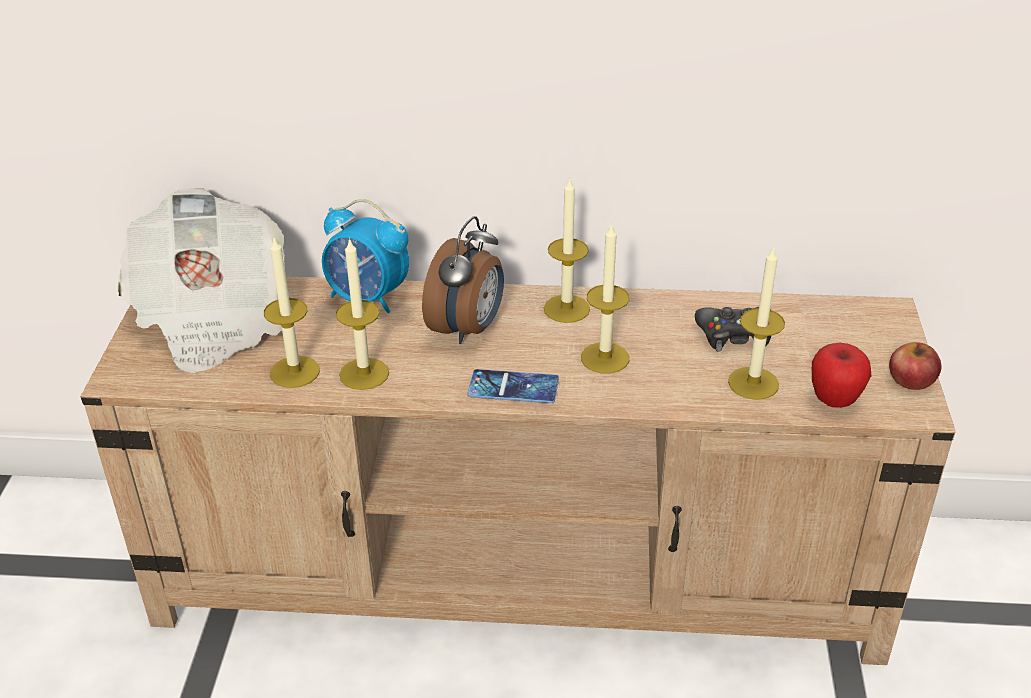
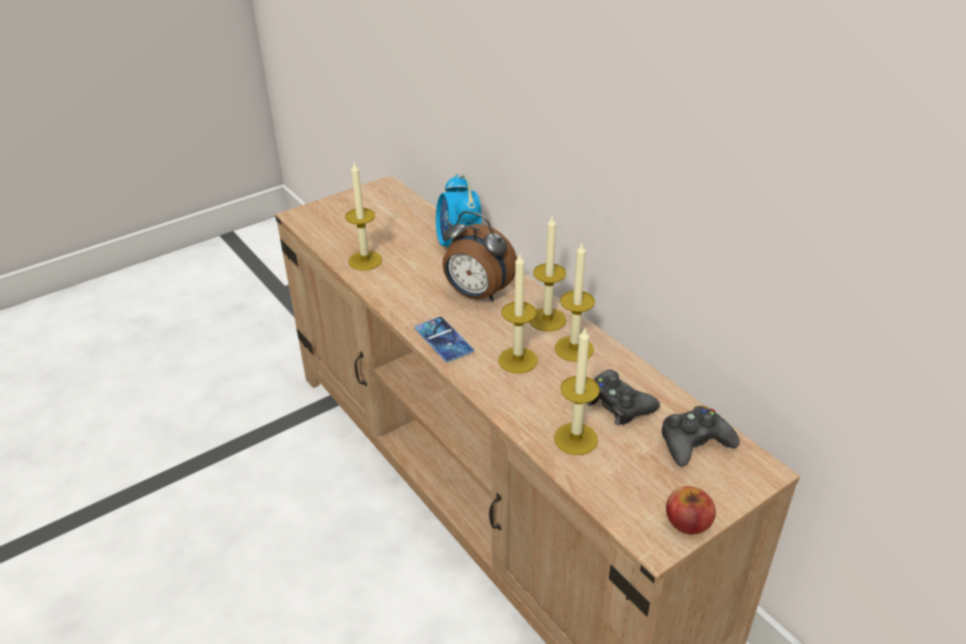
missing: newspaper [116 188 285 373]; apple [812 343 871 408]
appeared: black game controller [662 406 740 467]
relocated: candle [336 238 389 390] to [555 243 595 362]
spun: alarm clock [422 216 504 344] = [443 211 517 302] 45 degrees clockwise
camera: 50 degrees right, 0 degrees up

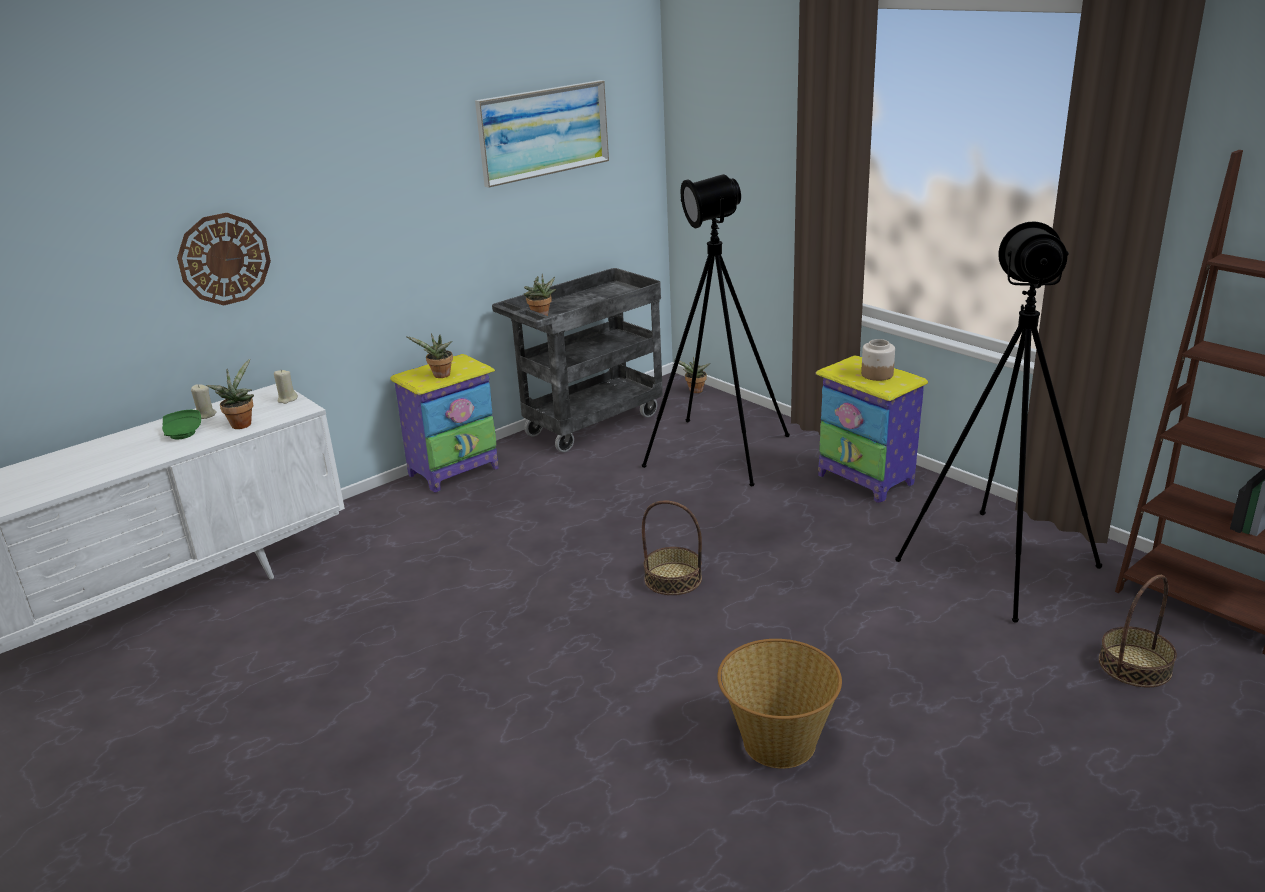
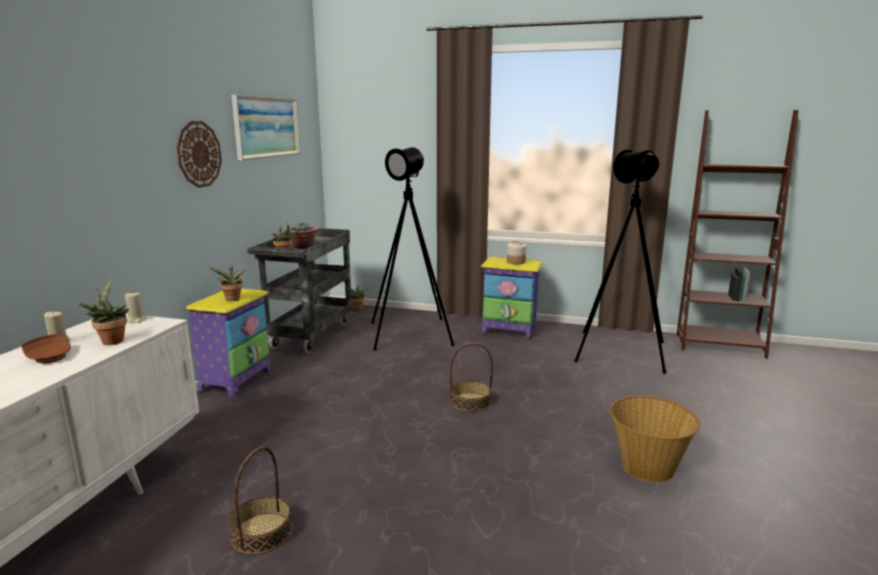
appeared: potted plant [290 222 318 249]
relocated: wall clock [177 213 271 305] to [177 121 222 188]; basket [1099 575 1177 687] to [228 446 292 555]
colour: green plate [162 410 201 439] to brown plate [21 334 71 363]
camera: 35 degrees left, 10 degrees down

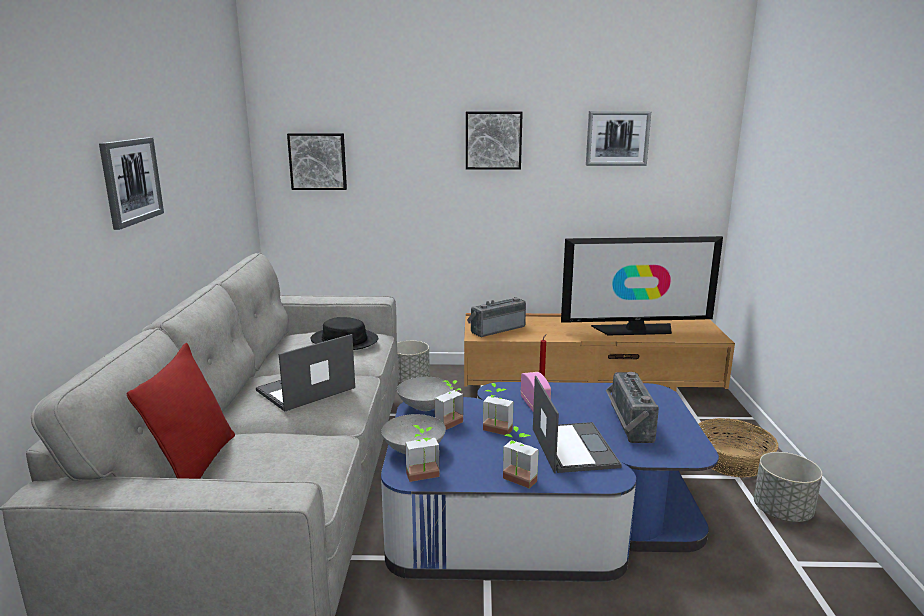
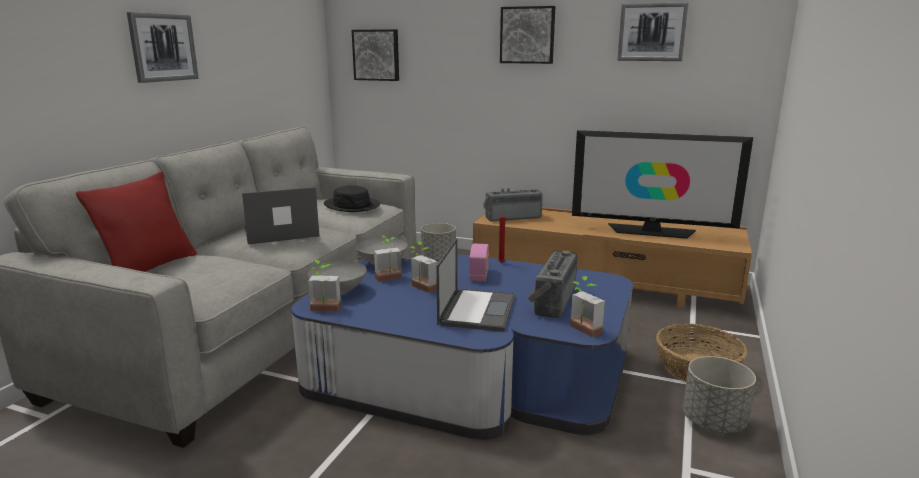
relocated: potted plant [503 426 539 489] to [570 276 605 337]
camera: 20 degrees right, 0 degrees up

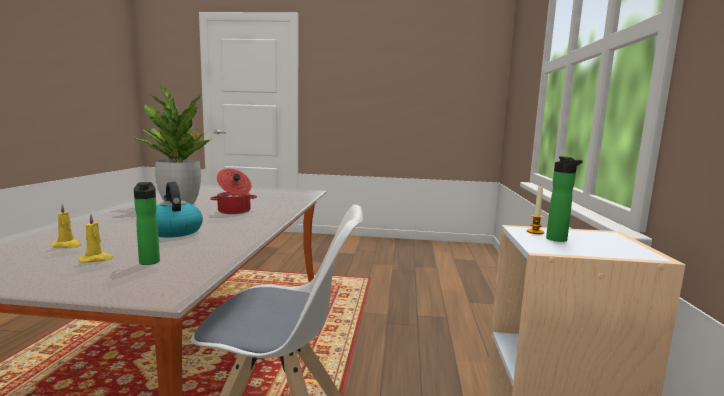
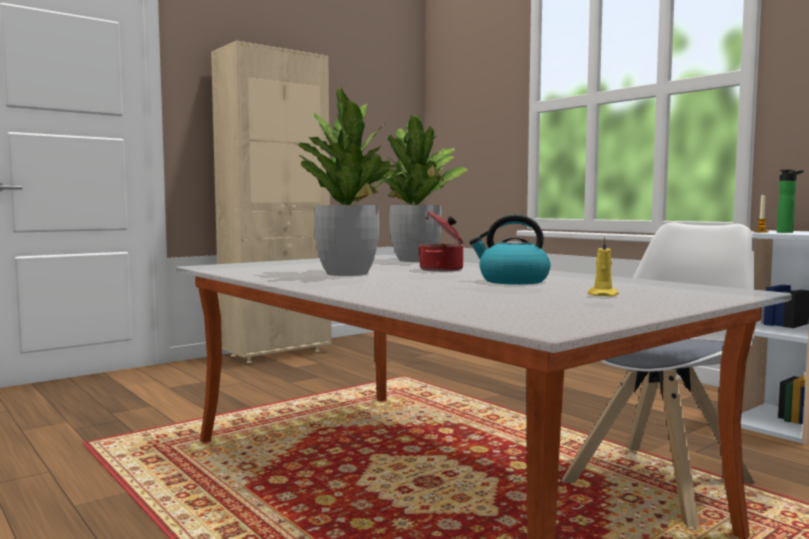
missing: yellow candle [51 204 82 248]; bottle [134 182 160 265]
appeared: beige cabinet [211 40 332 363]; potted plant [381 114 469 262]
camera: 45 degrees left, 5 degrees down

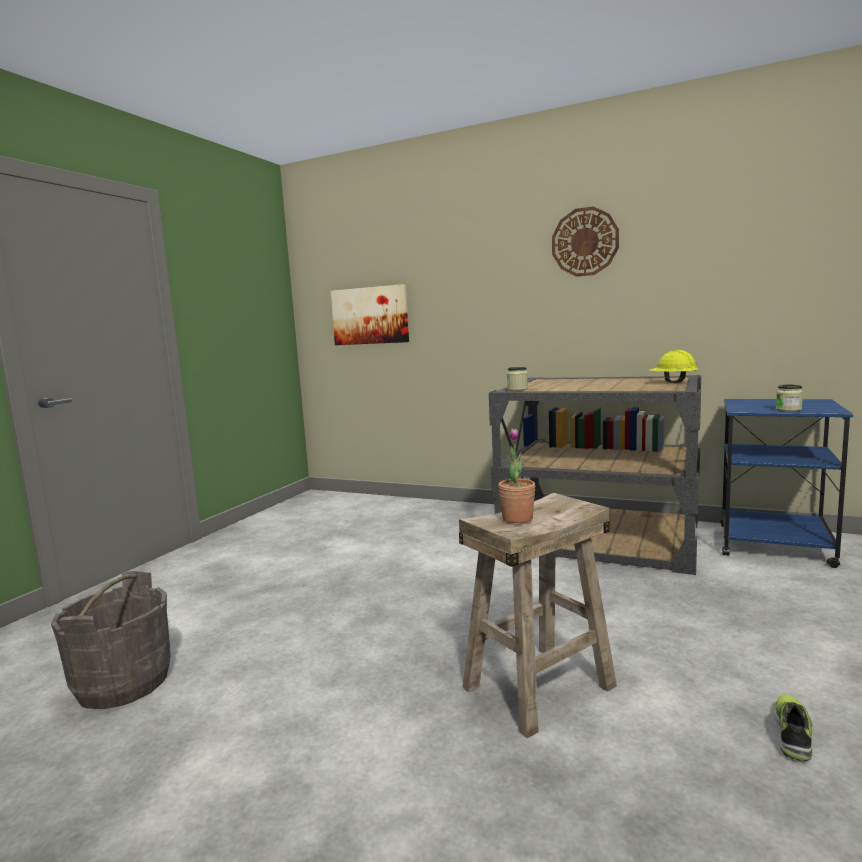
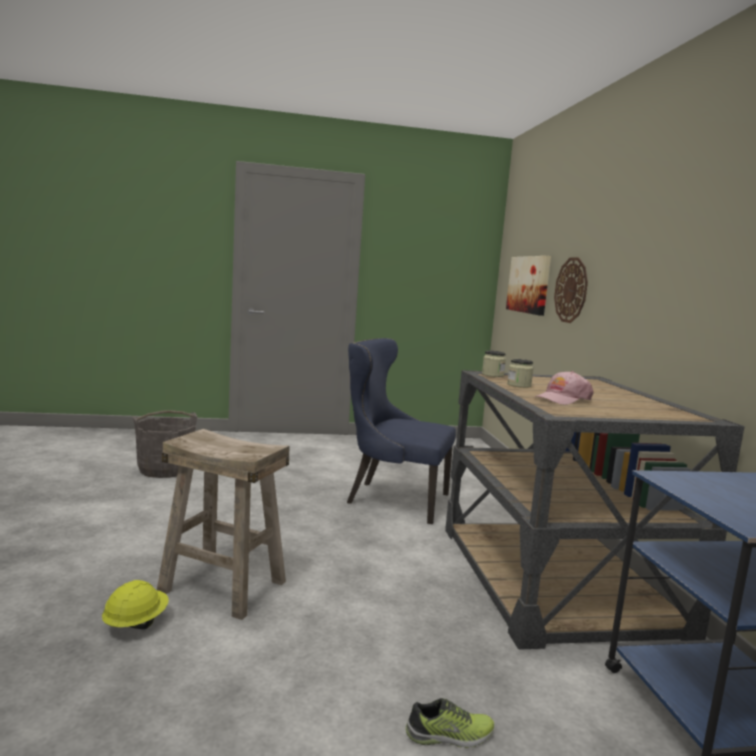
missing: potted plant [498 428 535 523]
appeared: blue chair [347 338 456 524]; pink cap [535 371 594 405]
relocated: wall clock [552 206 619 277] to [554 257 588 323]; yellow hard hat [649 350 699 383] to [102 580 169 629]; shoe [773 694 813 761] to [406 698 494 748]; jar [776 385 803 411] to [507 359 534 388]
camera: 55 degrees right, 0 degrees up

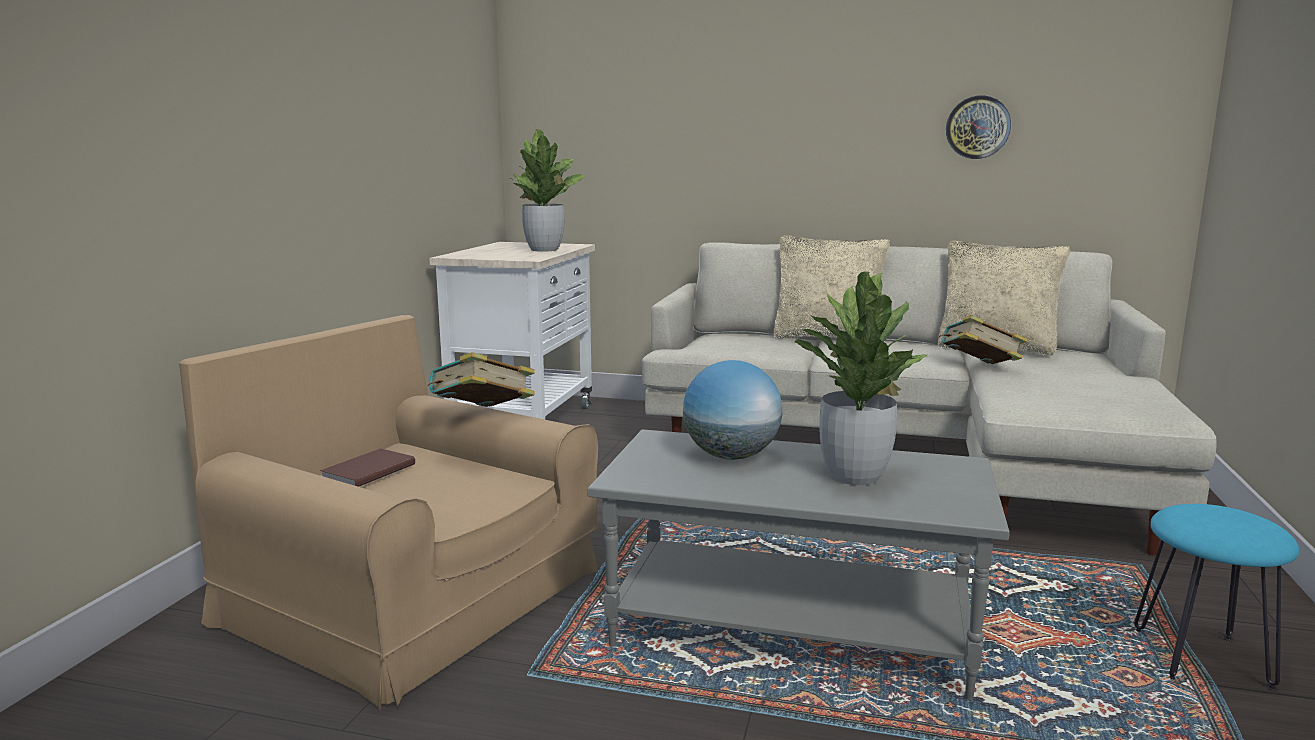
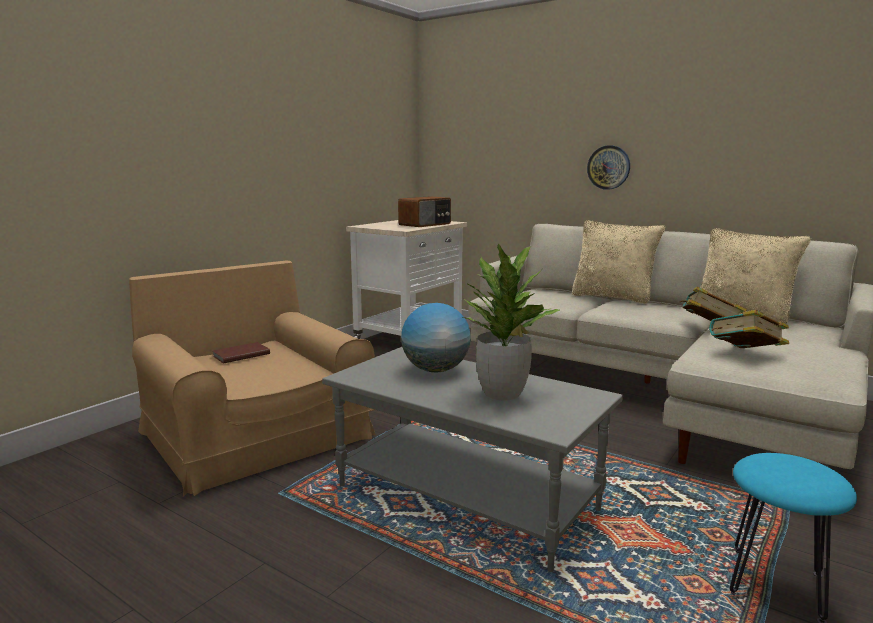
relocated: book [427 352 535 407] to [709 310 789 348]; wall clock [946 95 1011 159] to [587 145 630 190]
exchanged: potted plant [510 129 585 252] to radio [398 196 451 227]
camera: 20 degrees right, 0 degrees up

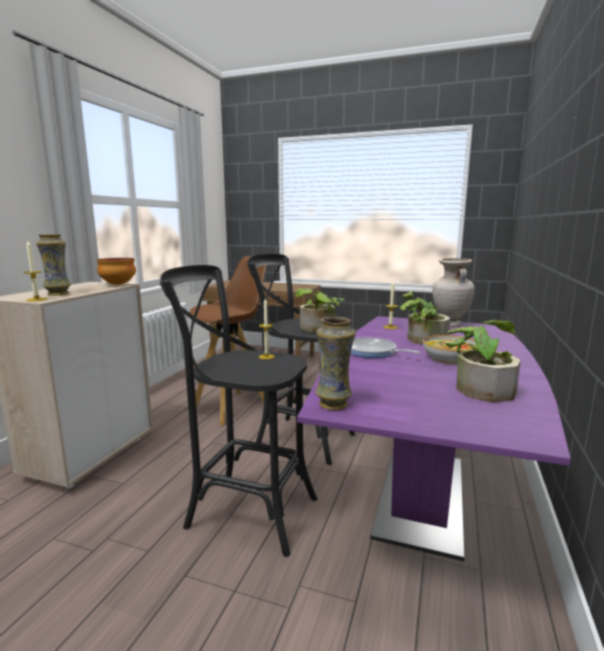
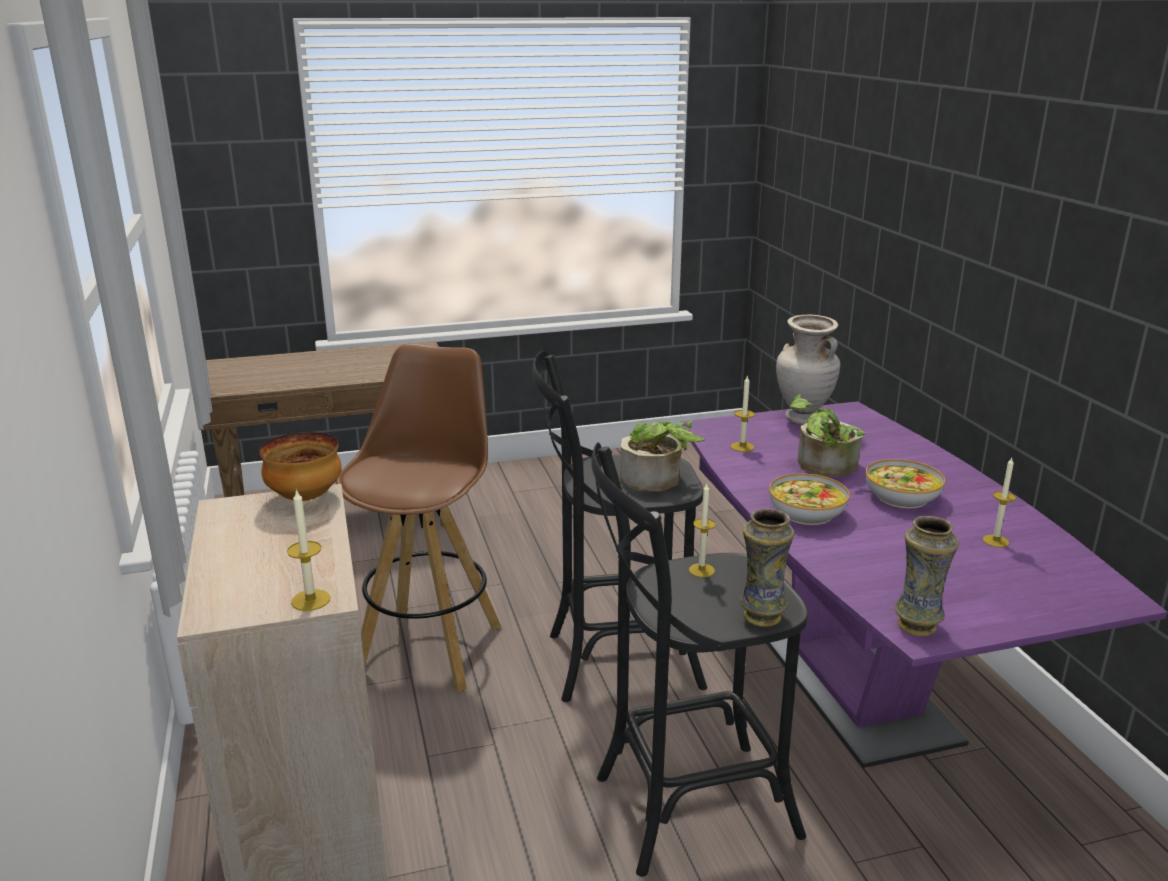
relocated: vase [36 234 71 296] to [740 508 794 627]
exchanged: frying pan [351 338 420 358] to bowl [769 473 850 525]; potted plant [445 320 521 402] to candle [983 458 1016 547]
camera: 35 degrees left, 10 degrees up

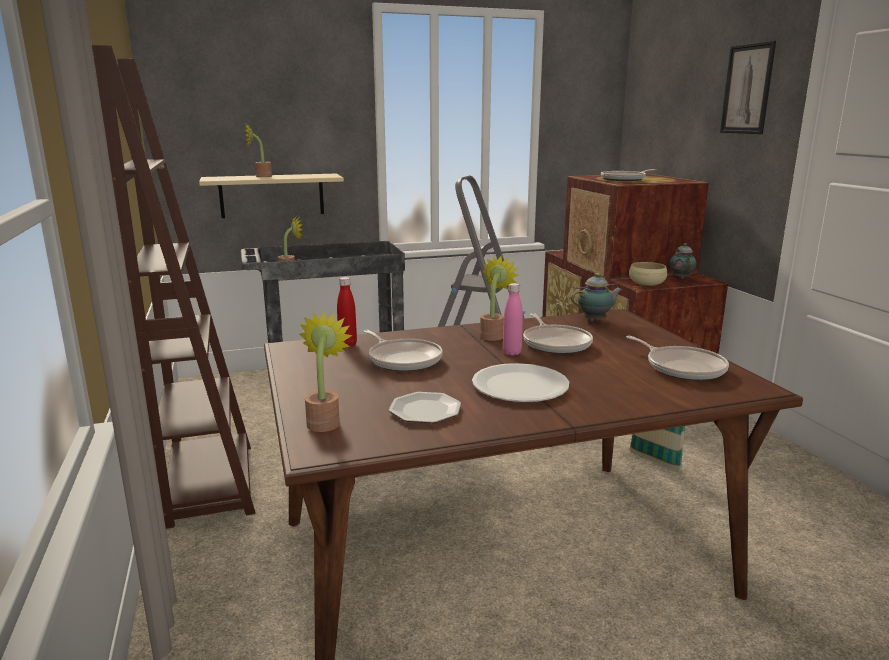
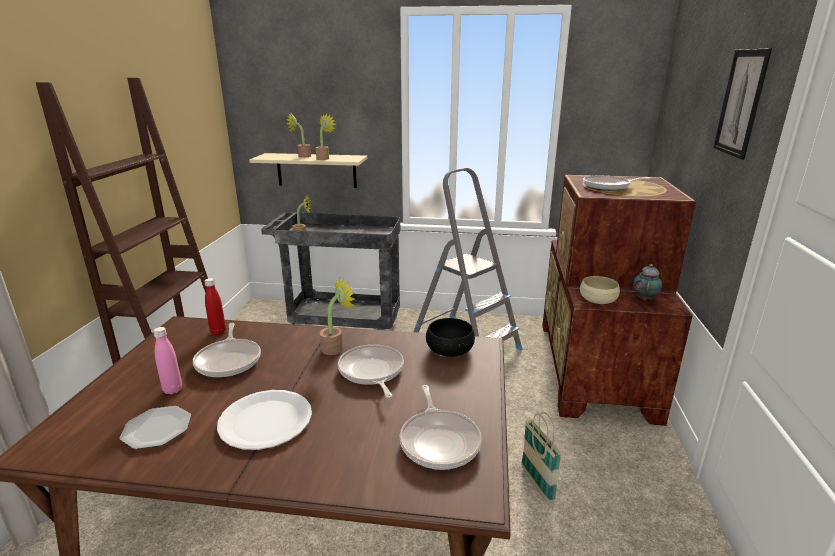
relocated: potted plant [299 311 353 432] to [315 114 336 160]; pink bottle [503 283 523 355] to [153 327 182 394]
exchanged: teapot [571 273 622 322] to black bowl [426 318 475 357]
spun: frying pan [523 313 593 354] = [338 344 404 398] 150 degrees clockwise
camera: 25 degrees right, 5 degrees up

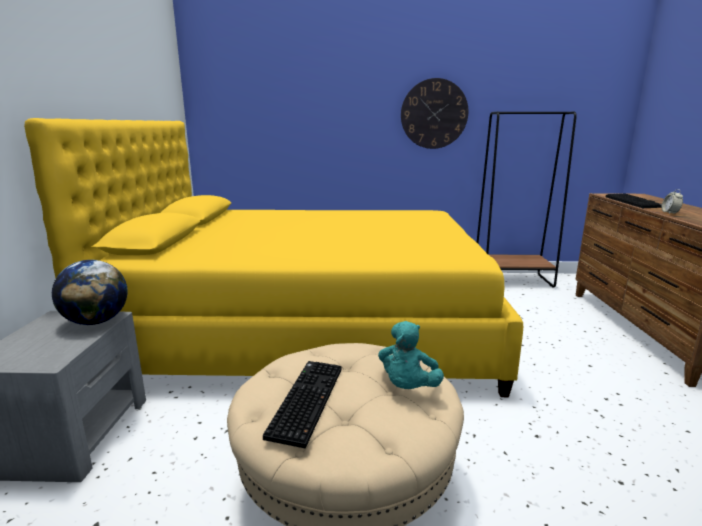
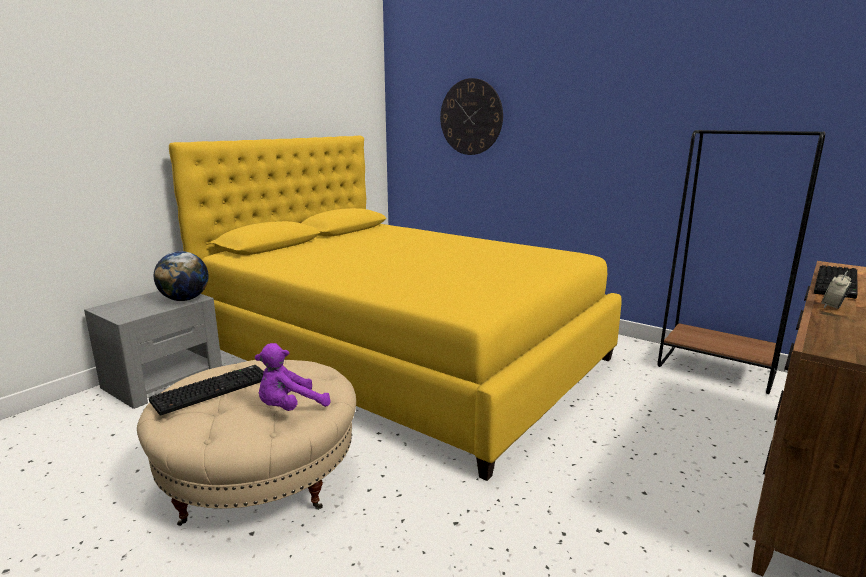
relocated: wall clock [401 78 468 149] to [440 78 503 155]
colour: turquoise plush toy [378 321 444 389] to purple plush toy [255 343 331 411]
camera: 35 degrees right, 0 degrees up

